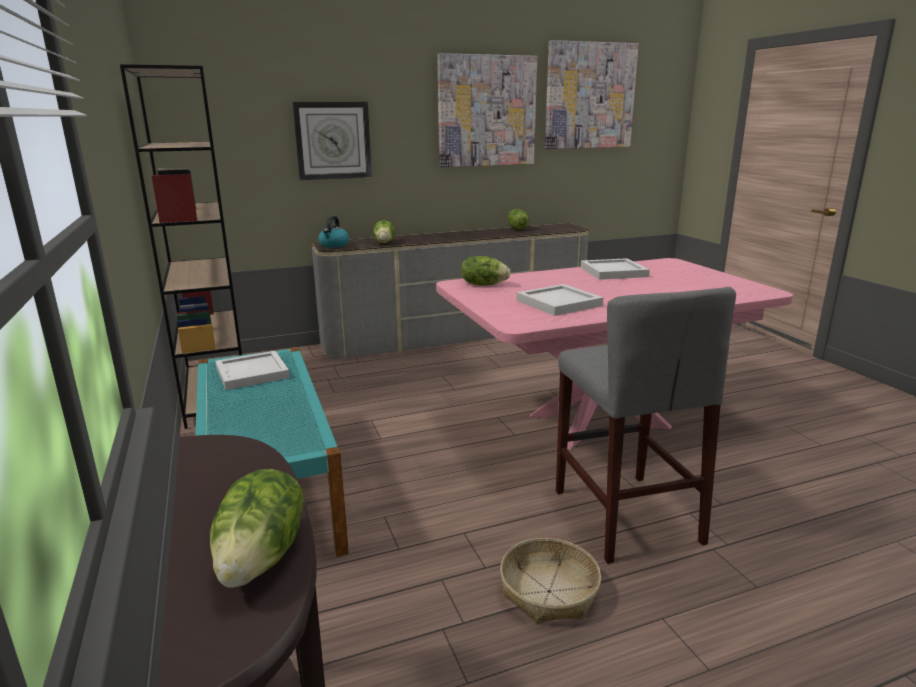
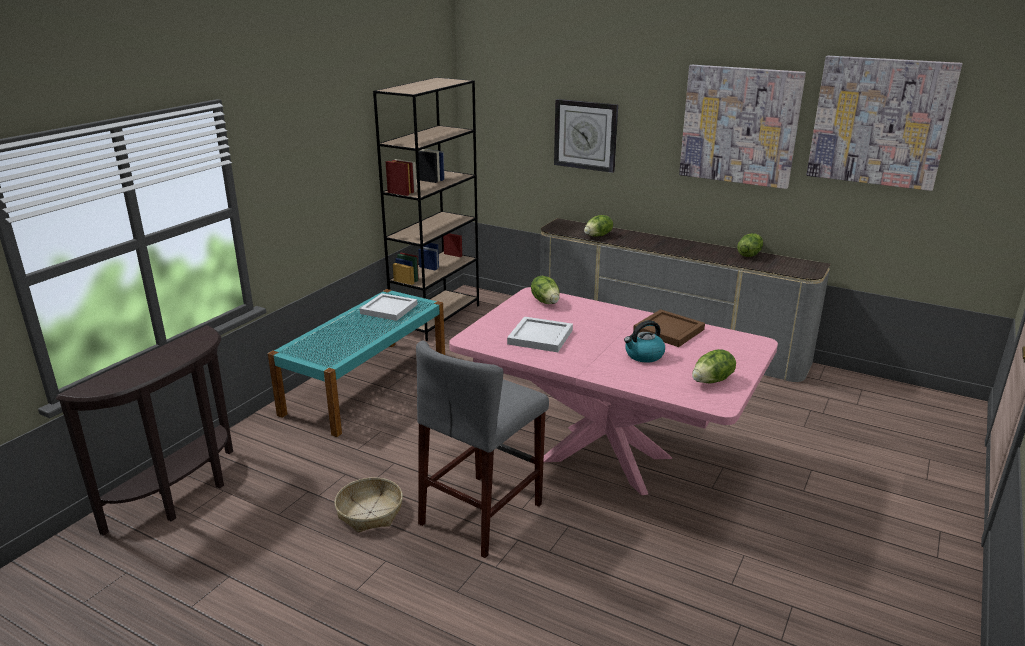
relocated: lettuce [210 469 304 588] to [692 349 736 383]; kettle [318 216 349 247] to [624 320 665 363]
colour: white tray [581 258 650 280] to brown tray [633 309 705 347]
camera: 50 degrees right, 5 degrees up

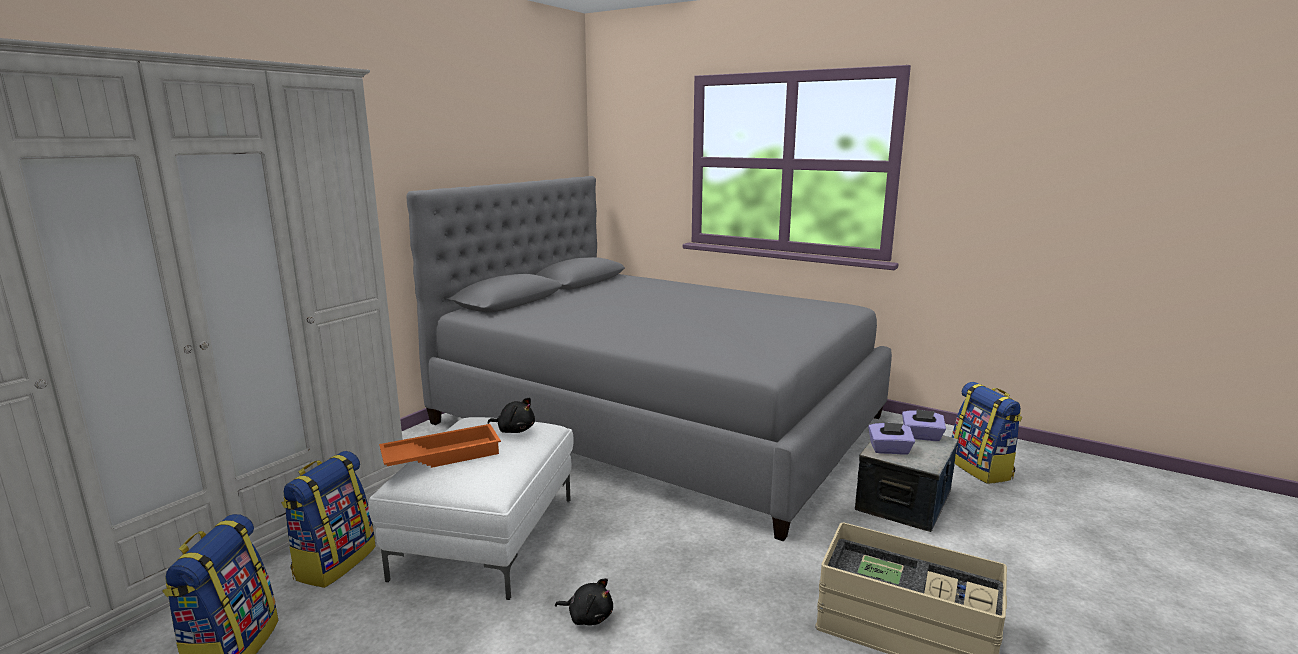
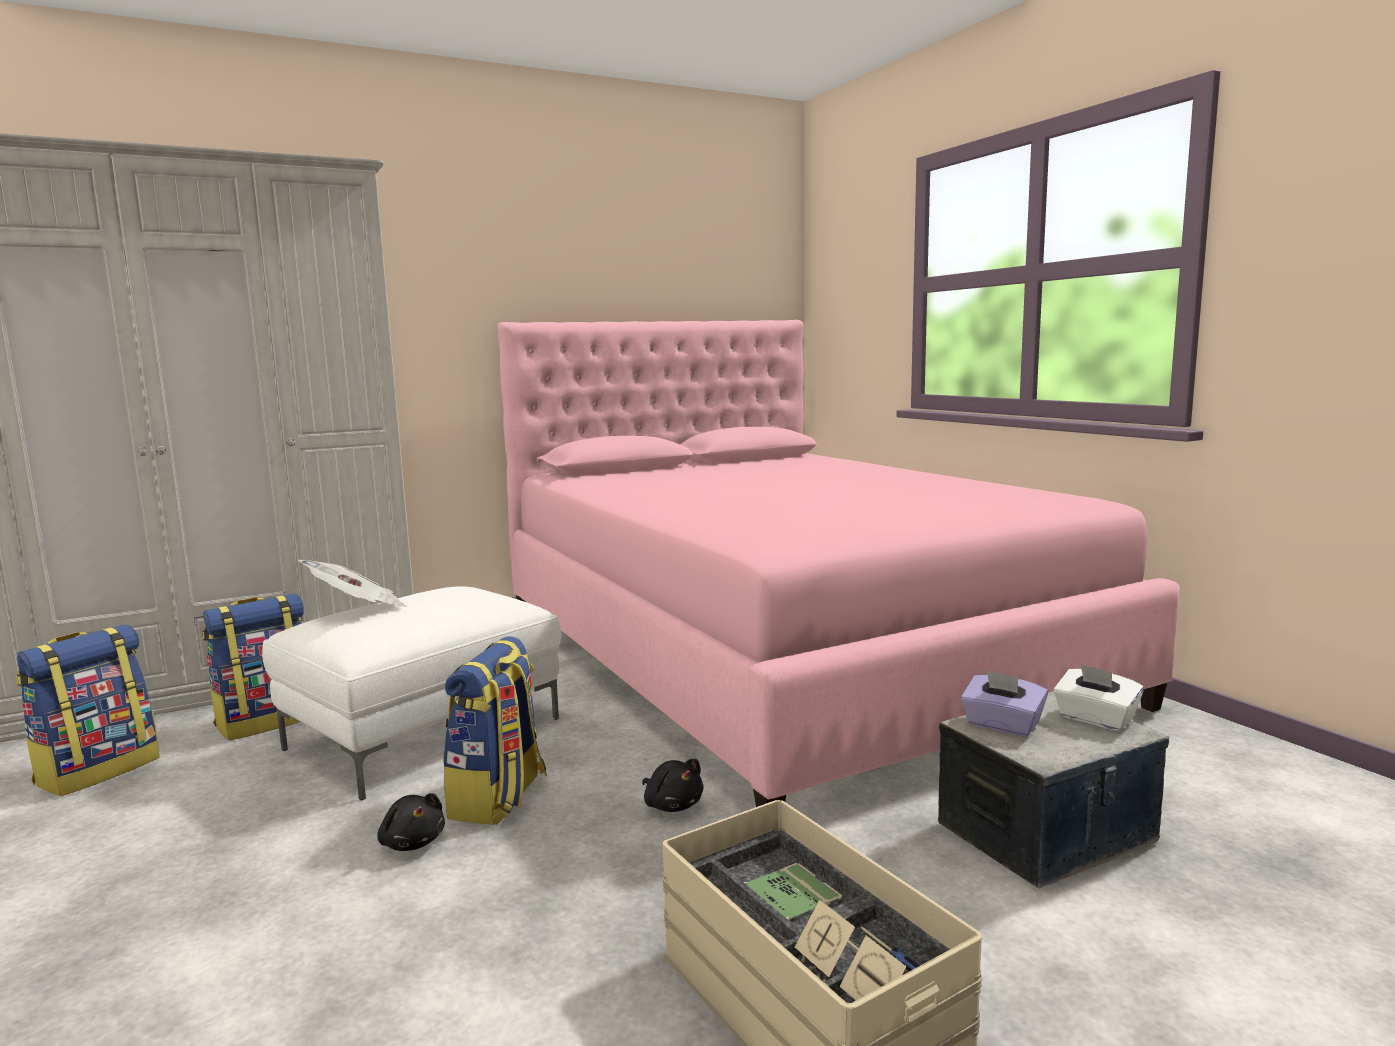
relocated: black plush toy [488 398 535 433] to [642 759 703 812]; backpack [952 382 1022 484] to [443 637 547 825]
exchanged: orange tray [379 424 501 468] to newspaper [299 560 408 607]
colour: grey bed [406 176 892 542] to pink bed [497 320 1180 807]; purple tissue box [902 409 946 441] to white tissue box [1053 664 1144 731]
camera: 30 degrees right, 5 degrees down

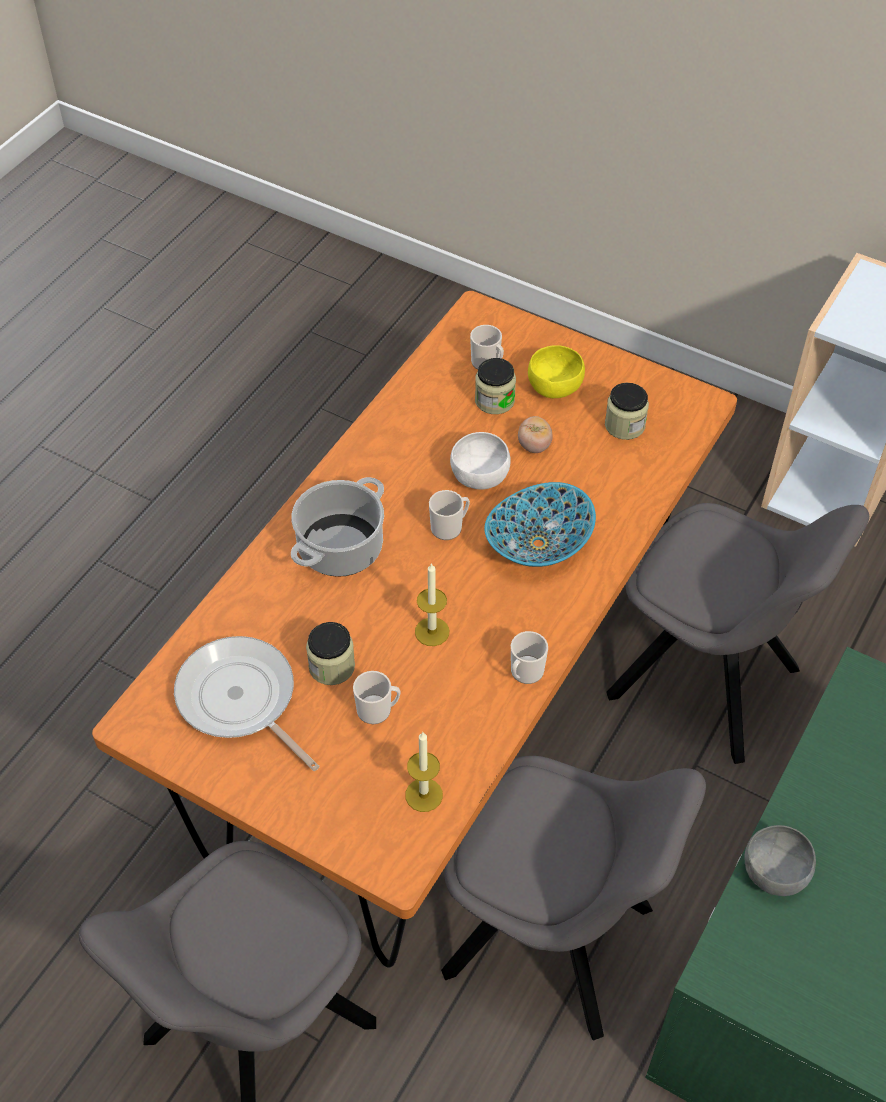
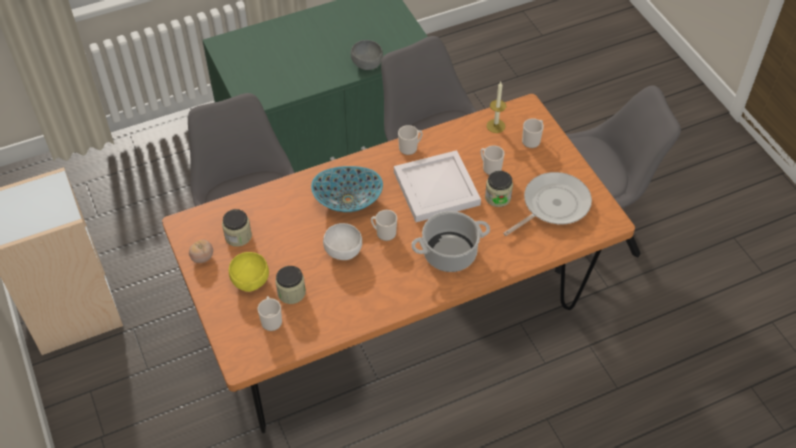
appeared: mug [522 118 544 148]
relocated: tomato [518 416 552 453] to [189 240 213 263]
exchanged: candle [415 563 449 646] to white tray [394 150 481 222]
spun: frying pan [174 636 320 771] = [503 172 592 236] 120 degrees counterclockwise
camera: 145 degrees left, 0 degrees up

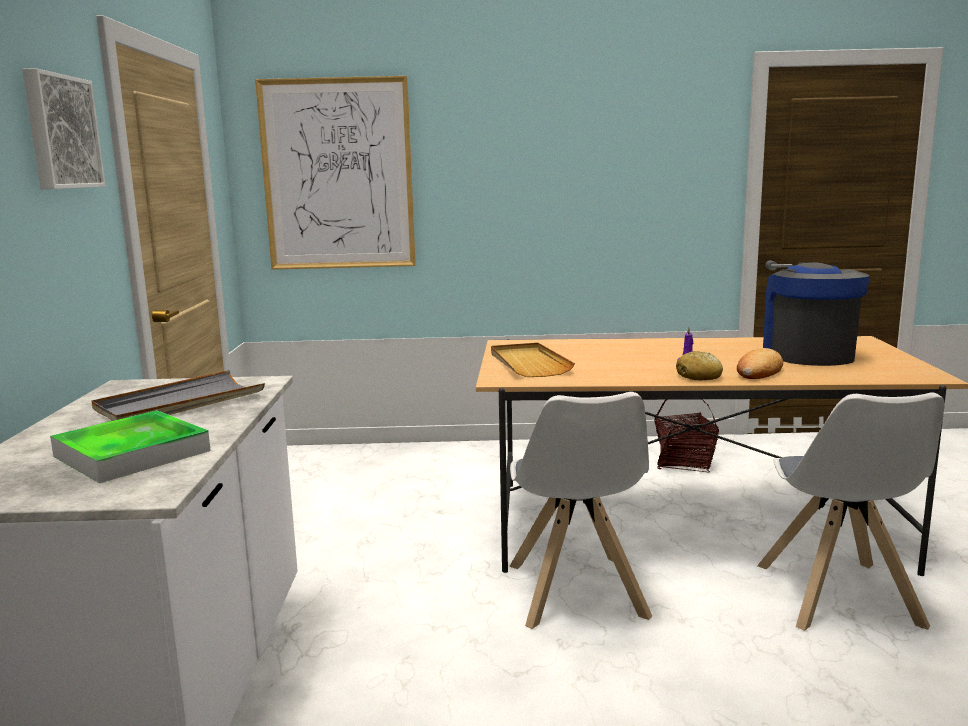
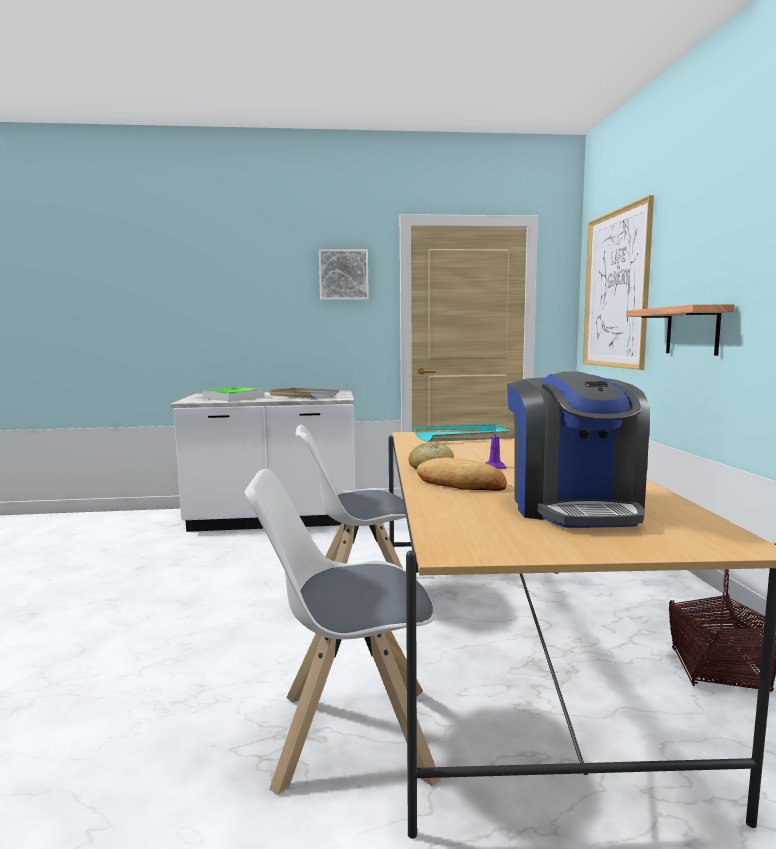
appeared: shelf [626 304 735 356]
colour: beige tray [491 343 575 377] to turquoise tray [414 424 514 442]
spun: coffee machine [763 262 870 366] = [507 371 650 528] 90 degrees clockwise
camera: 85 degrees right, 5 degrees down

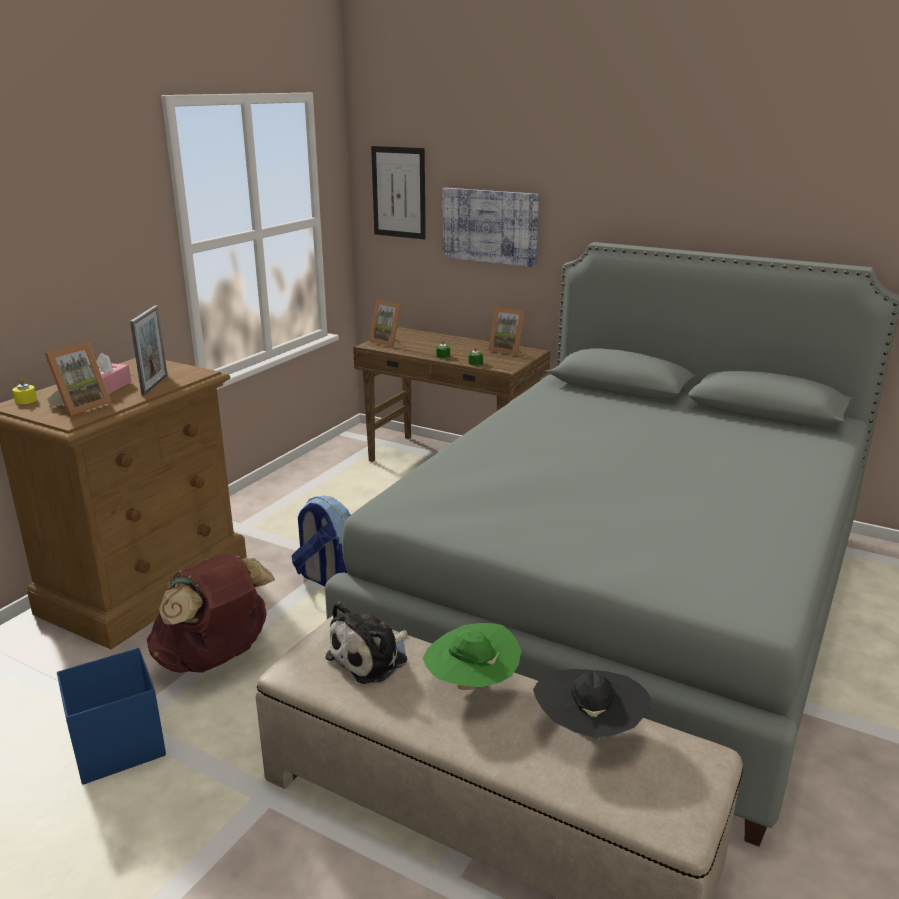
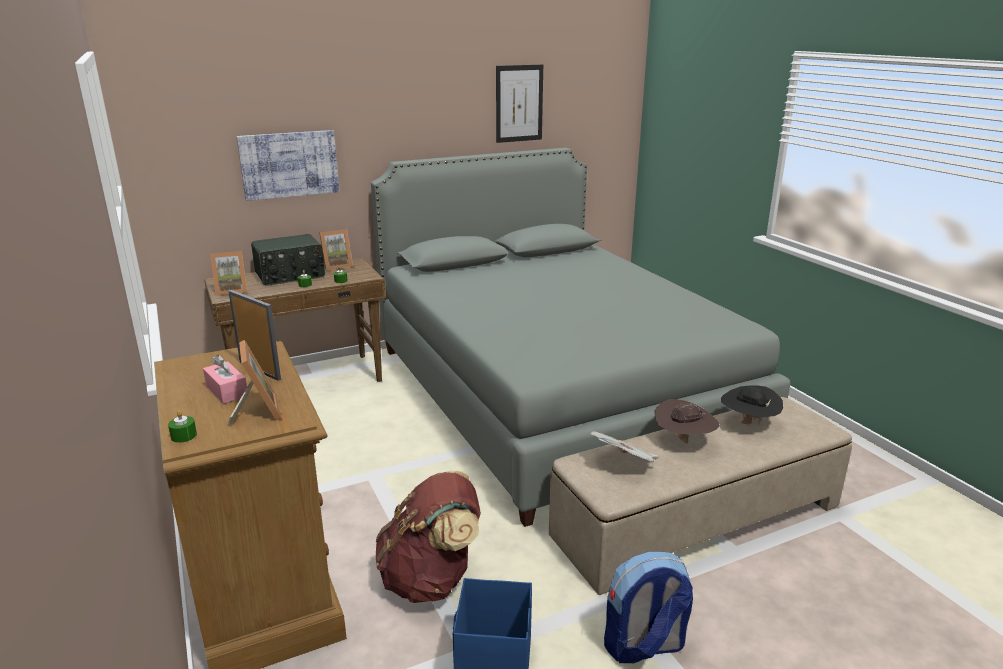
appeared: radio [251 234 325 286]
relocated: backpack [291 496 351 587] to [604 552 693 663]; picture [371 146 426 239] to [496 65 543 143]
exchanged: plush toy [325 601 408 684] to newspaper [591 431 658 462]
colour: yellow candle [12 378 37 404] to green candle [168 411 197 443]; green hat [423 623 522 690] to brown hat [654 399 720 444]
camera: 55 degrees left, 0 degrees up

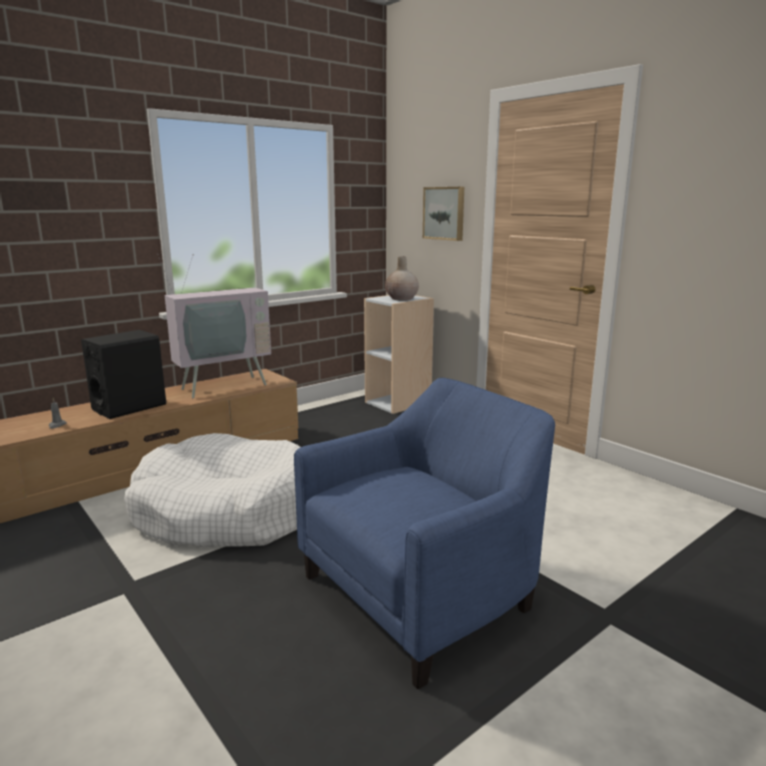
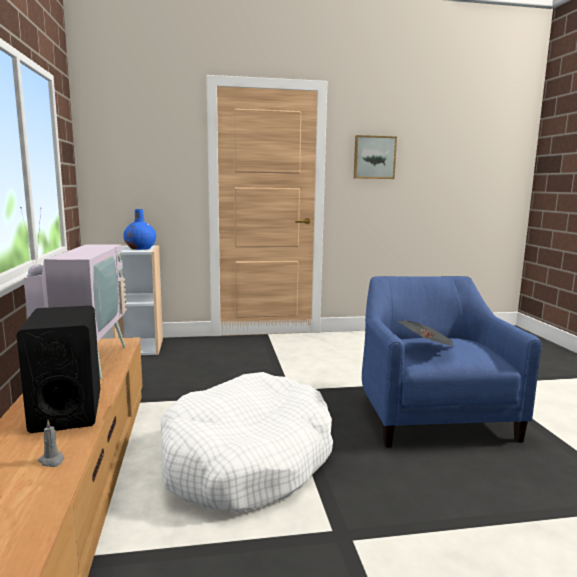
appeared: newspaper [397 321 454 346]
relocated: picture [423 187 464 241] to [354 135 397 179]
colour: beige vase [385 256 419 301] to blue vase [123 209 156 250]
camera: 60 degrees left, 5 degrees down

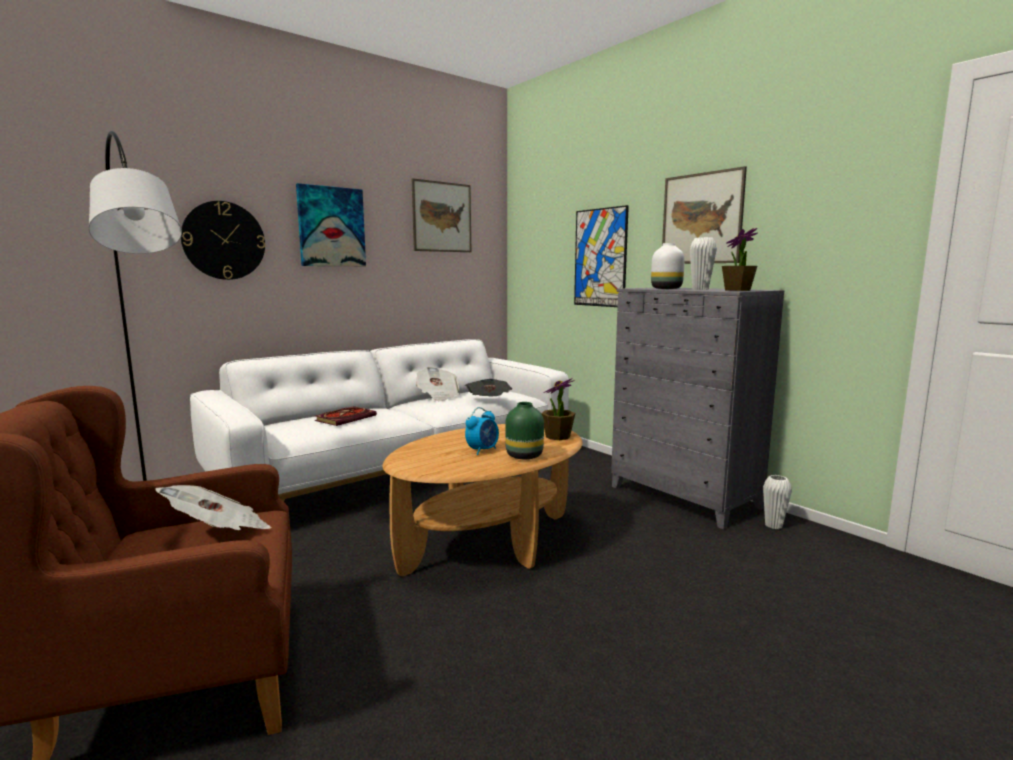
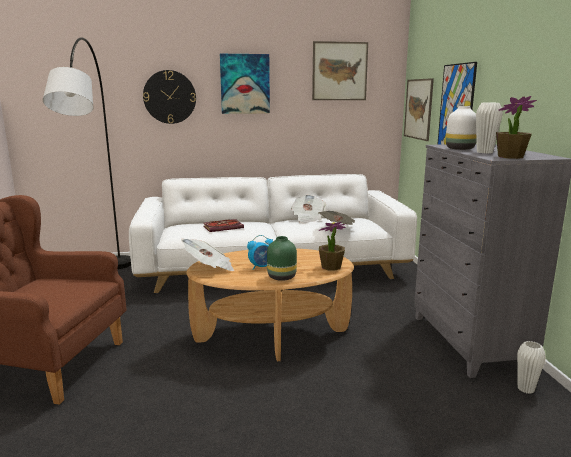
relocated: newspaper [155 485 272 530] to [181 239 234 271]; picture [662 166 747 264] to [404 78 434 141]
camera: 30 degrees right, 5 degrees up

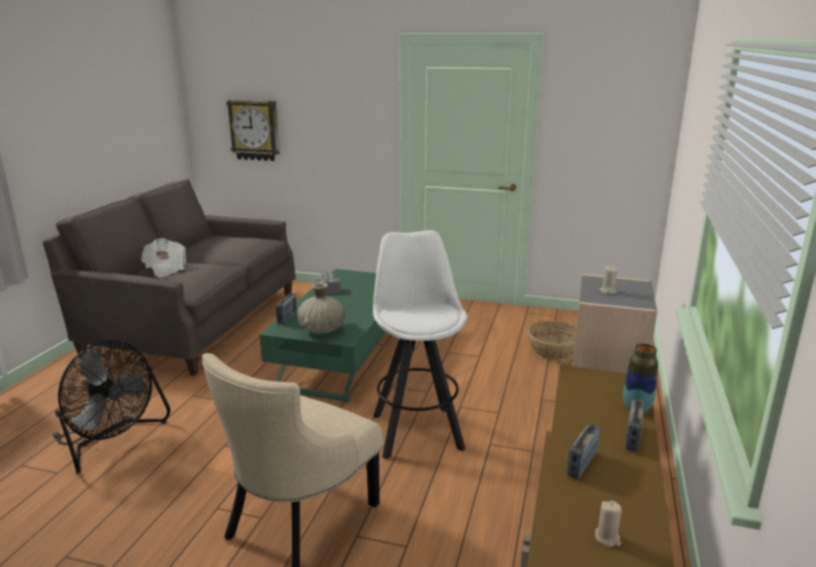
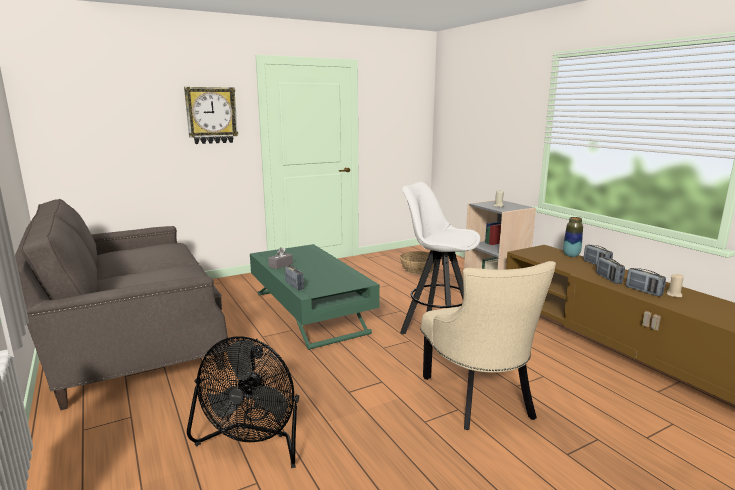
missing: newspaper [141 238 186 277]; beige vase [297 283 346 334]
appeared: radio [626 268 666 296]
relocated: wall clock [226 100 280 161] to [184 87 238 144]
spun: black fan [53 340 170 474] = [187 336 299 468] 120 degrees clockwise
camera: 45 degrees left, 5 degrees down

